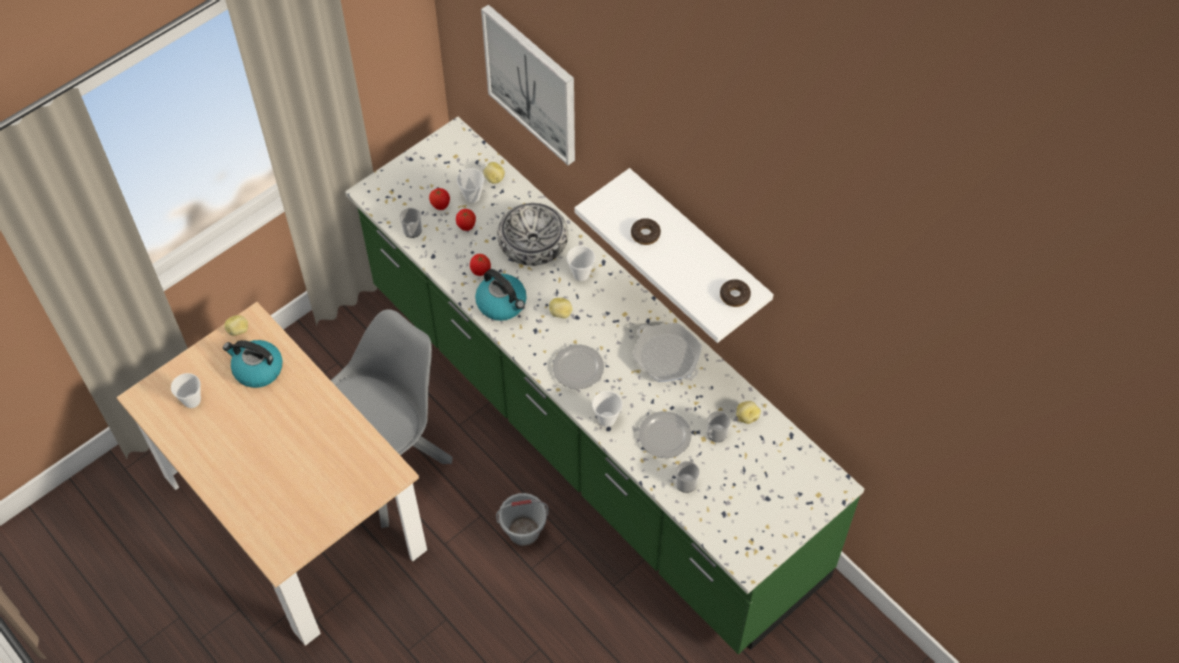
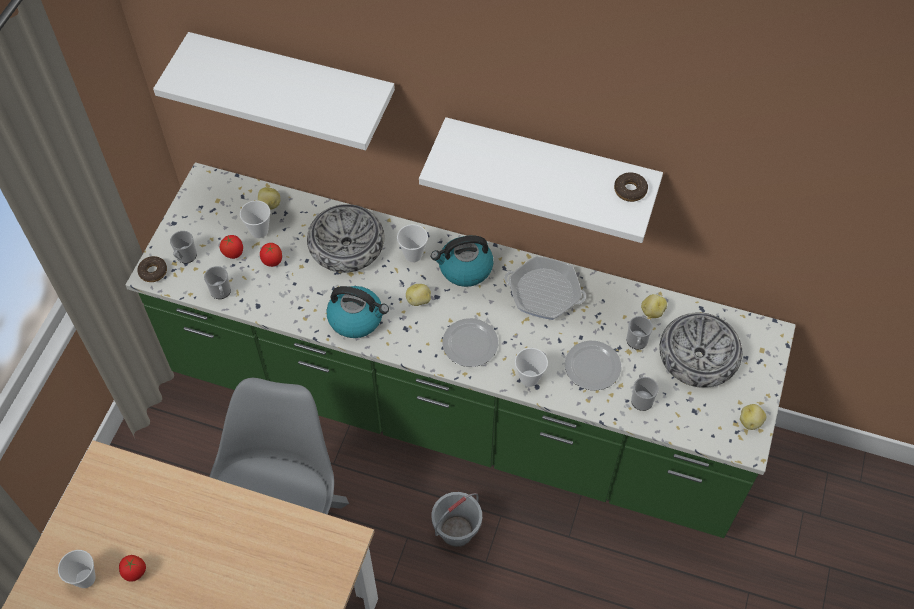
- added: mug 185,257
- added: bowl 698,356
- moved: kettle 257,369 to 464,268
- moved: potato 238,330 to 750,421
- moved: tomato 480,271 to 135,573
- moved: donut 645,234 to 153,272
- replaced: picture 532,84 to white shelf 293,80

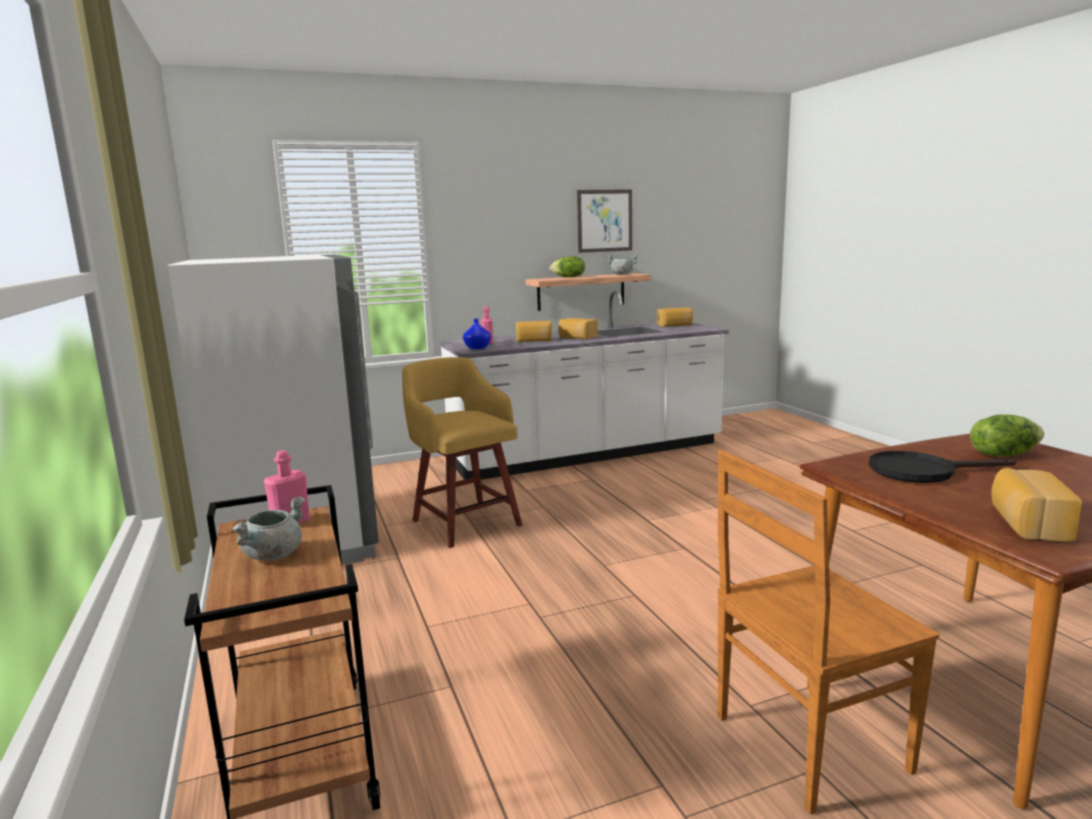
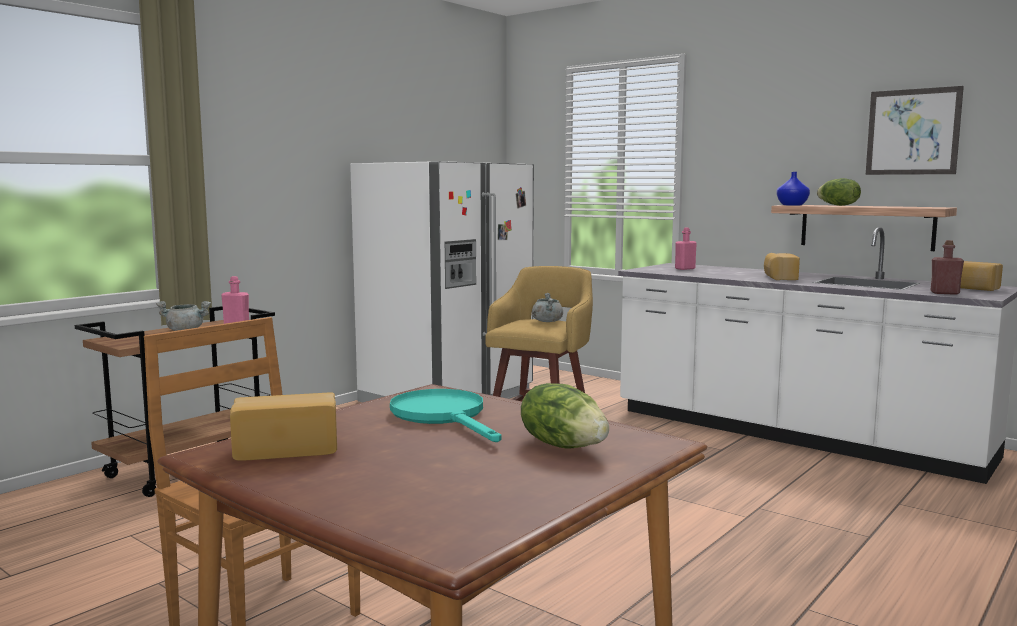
- removed: bread 534,340
- added: red bottle 944,293
- moved: blue vase 477,348 to 791,205
- moved: grey cooking pot 621,274 to 547,321
- recoloured: black frying pan 922,471 to turquoise frying pan 444,416

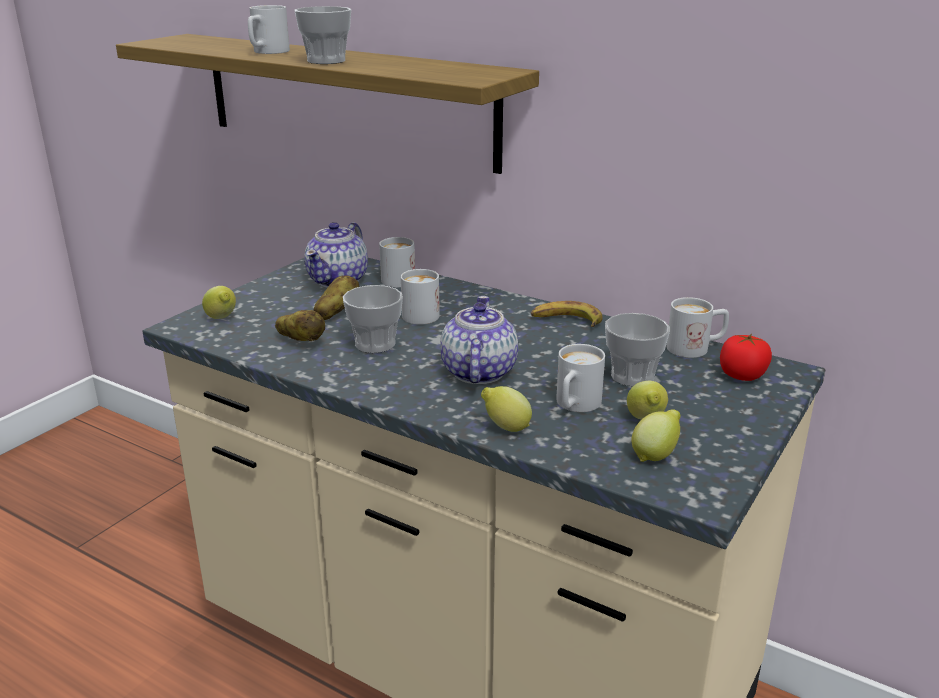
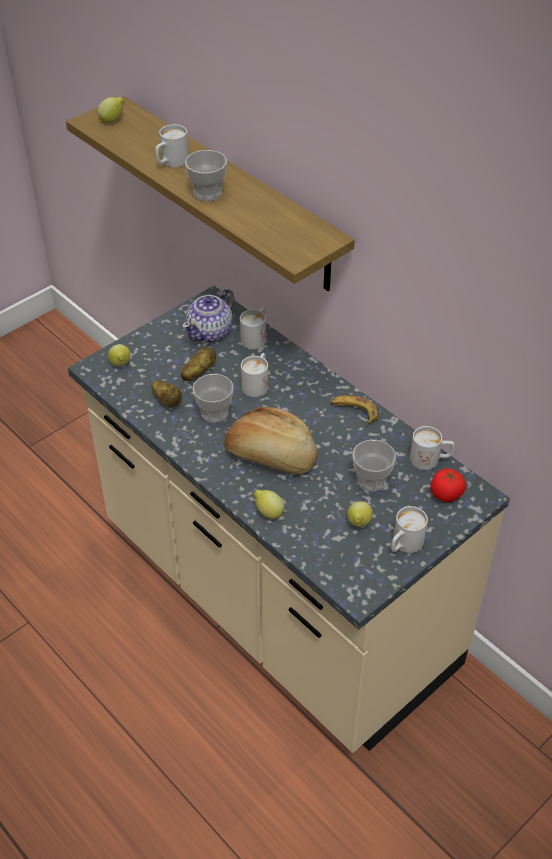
- moved: white mug 575,406 to 404,545
- moved: lemon 655,455 to 112,121
- replaced: teapot 477,372 to bread 271,456

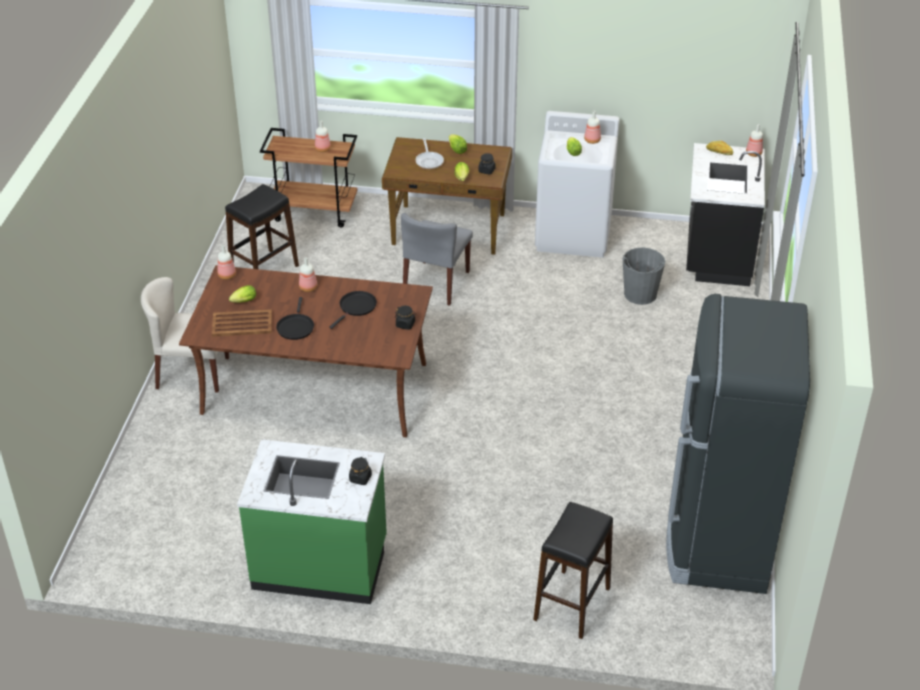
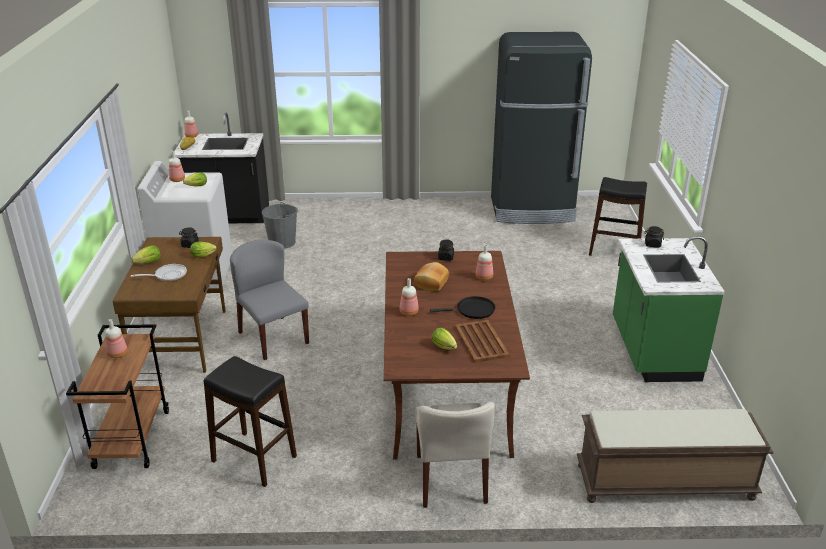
- added: brown bench 663,483
- moved: bottle 227,275 to 483,277
- replaced: black frying pan 356,307 to bread 430,283
- turned: grey chair 436,283 = 273,337 135 degrees counterclockwise

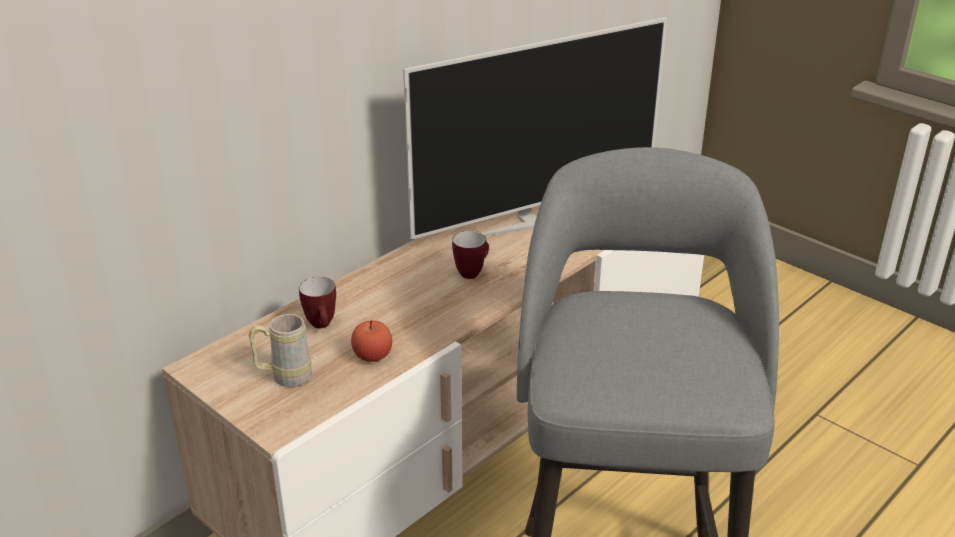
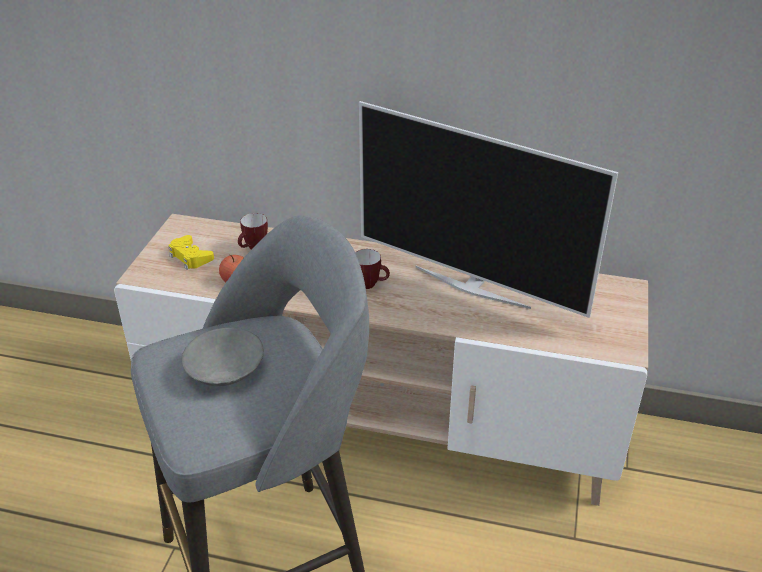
- added: grey bowl 224,370
- replaced: beige mug 284,377 to yellow game controller 190,257

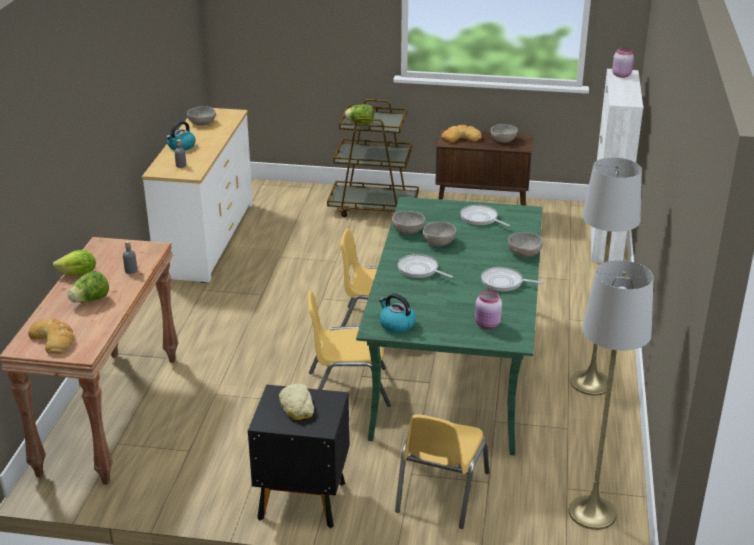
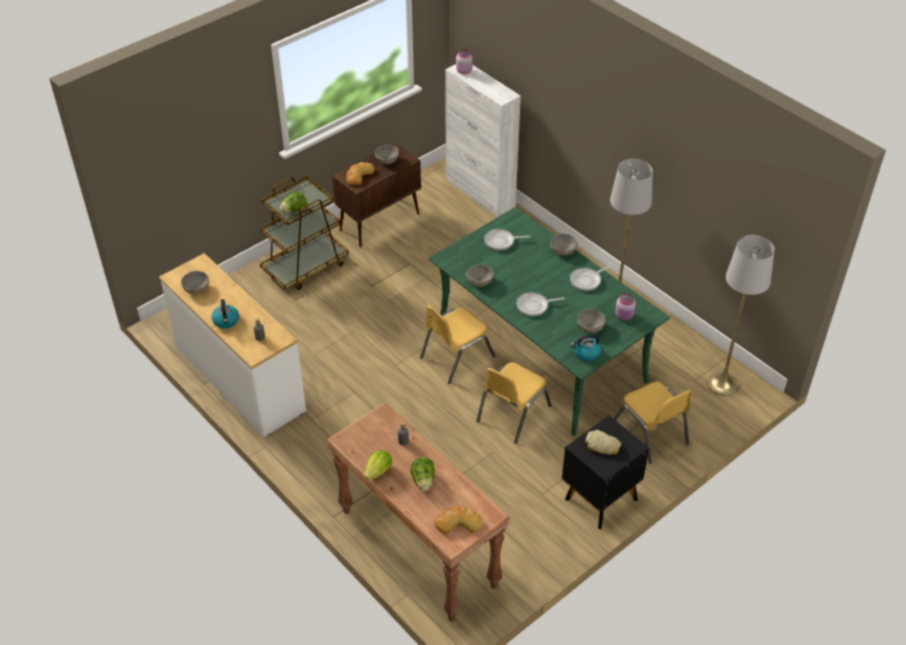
- moved: grey bowl 438,242 to 590,327

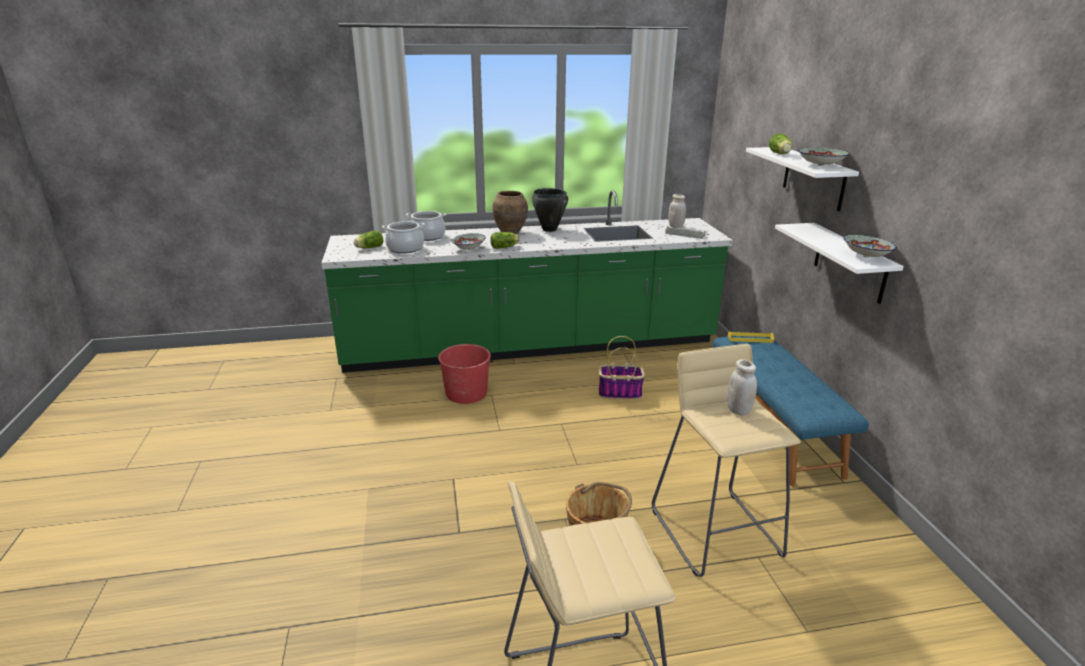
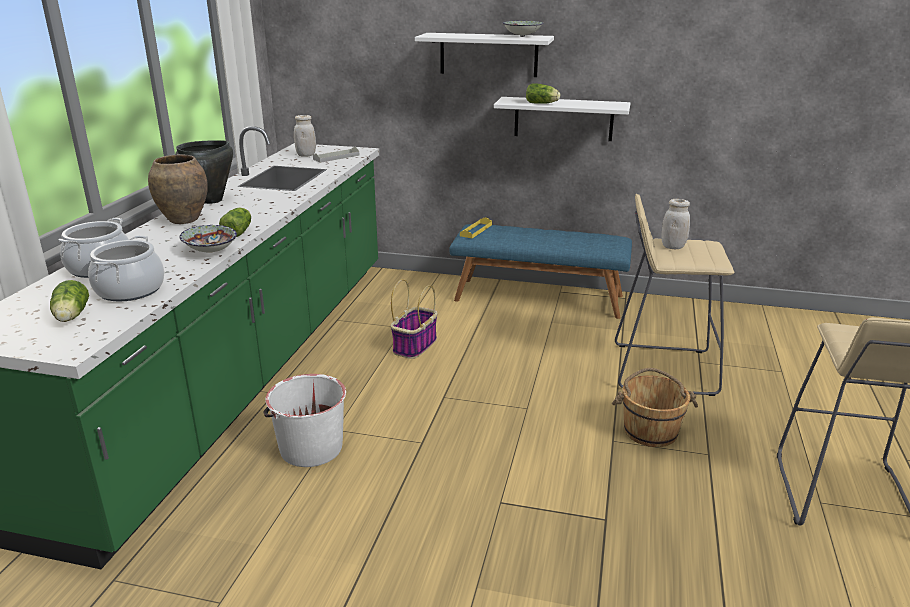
- removed: bowl 865,256
- moved: lettuce 780,154 to 542,103
- recoloured: red bucket 466,393 to white bucket 310,448

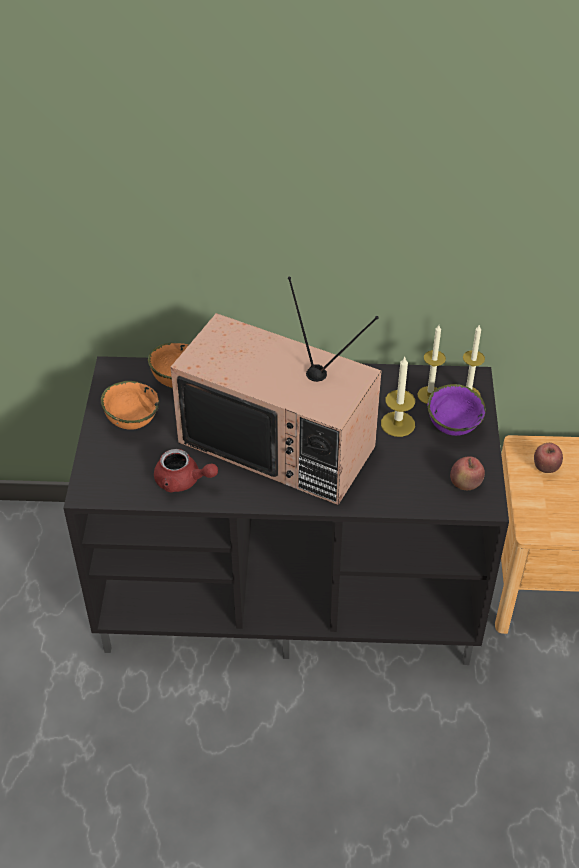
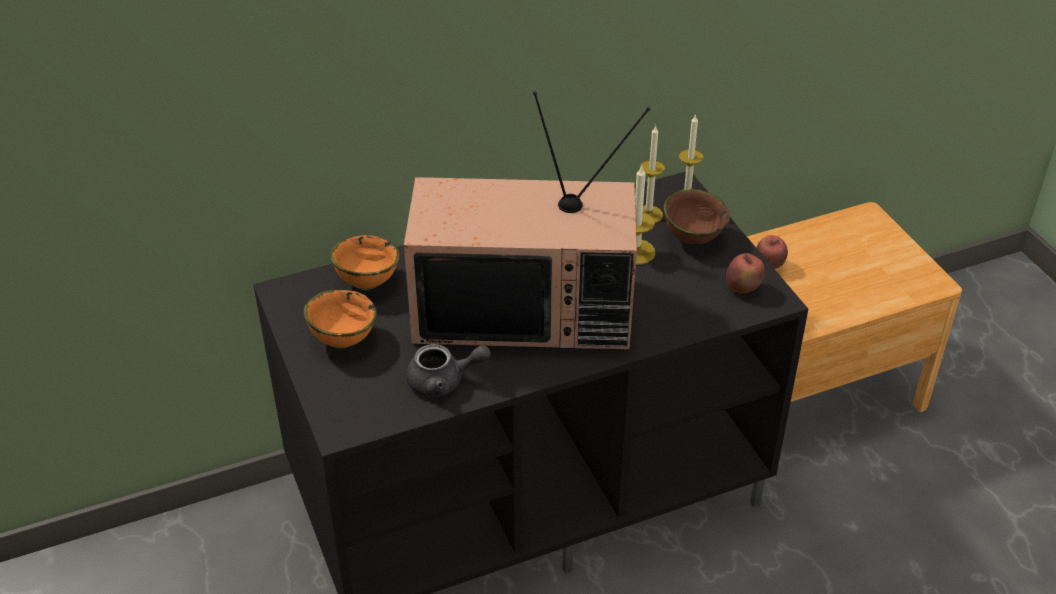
- recoloured: red teapot 183,481 to grey teapot 444,381
- recoloured: purple bowl 453,427 to brown bowl 693,237

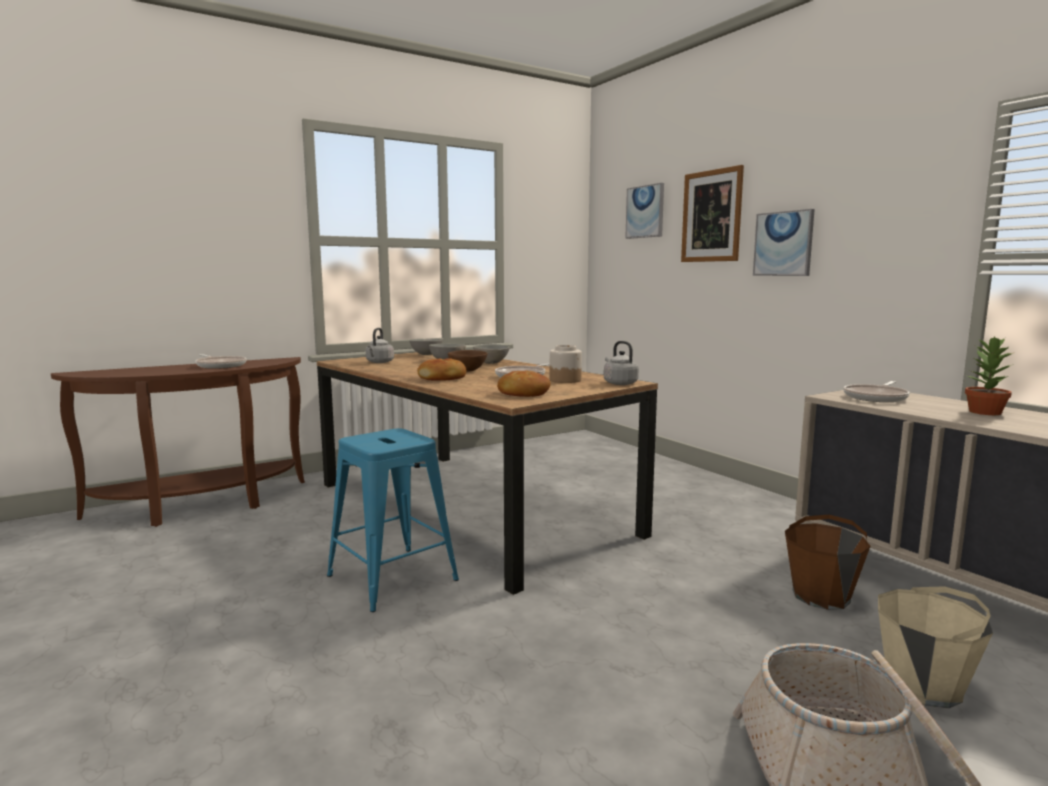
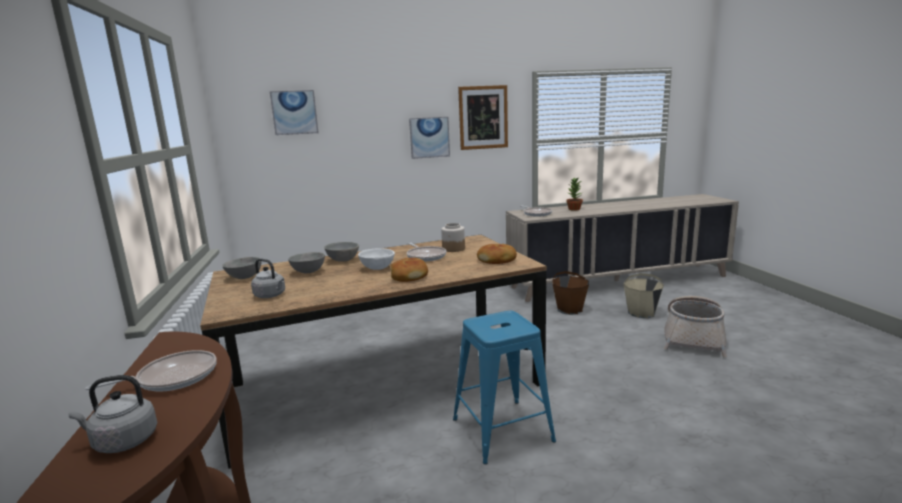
- moved: grey kettle 619,383 to 122,441
- moved: picture 711,216 to 483,117
- recoloured: brown bowl 468,371 to white bowl 377,268

